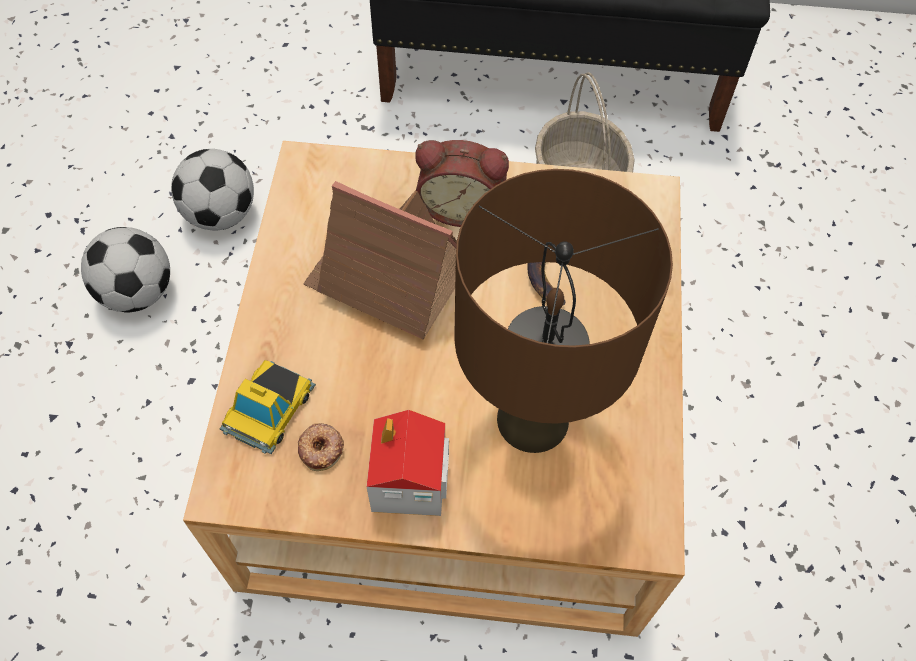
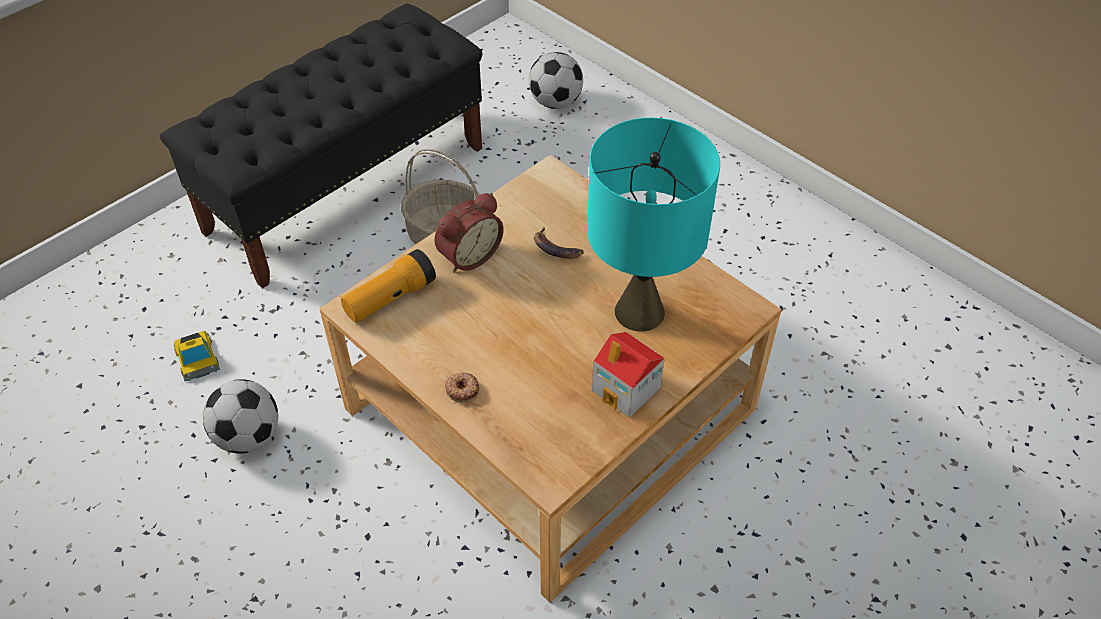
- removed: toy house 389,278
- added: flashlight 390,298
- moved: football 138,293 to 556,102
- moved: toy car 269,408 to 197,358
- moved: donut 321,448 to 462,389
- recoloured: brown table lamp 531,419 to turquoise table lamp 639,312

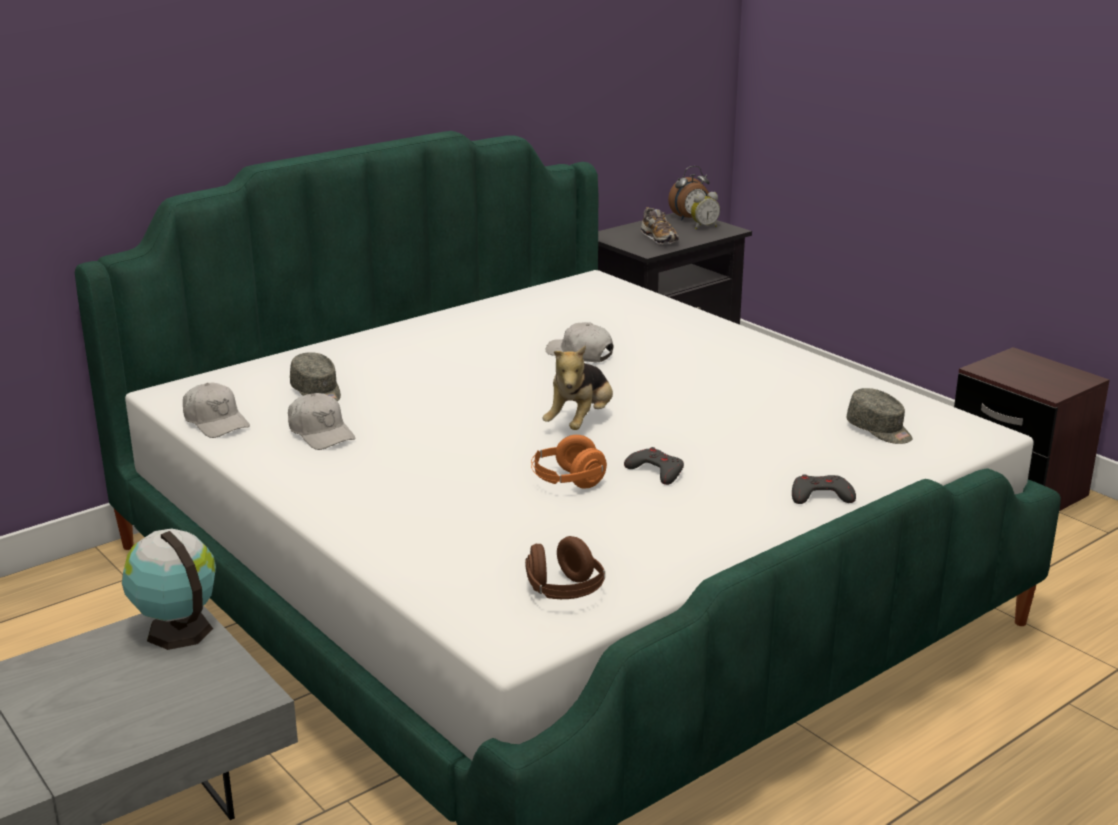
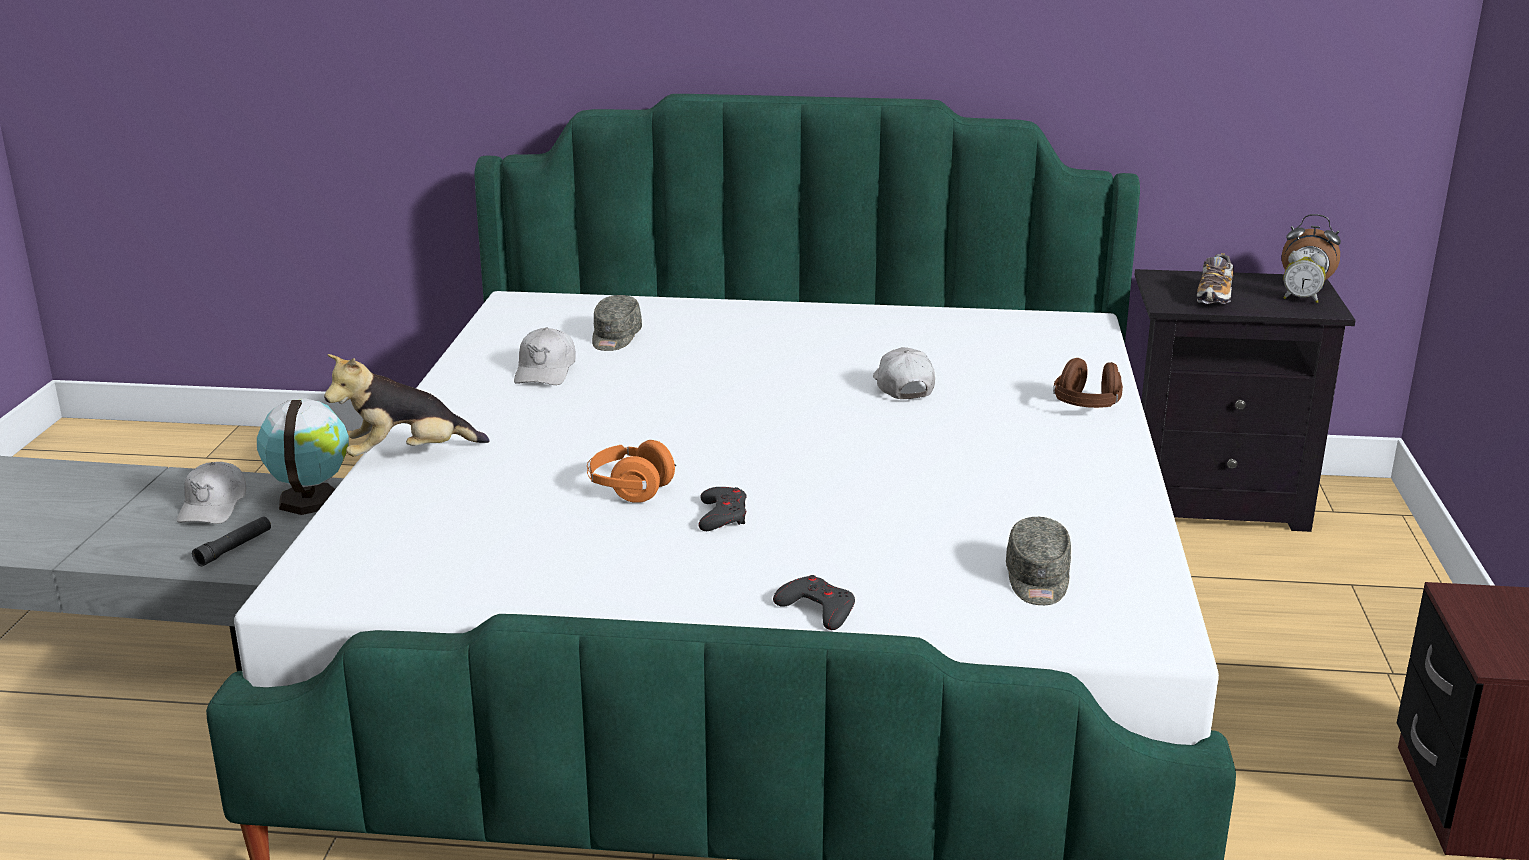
- added: black flashlight 234,548
- moved: white cap 216,422 to 214,506
- moved: brown headphones 564,592 to 1086,407
- moved: plush toy 580,422 to 407,455

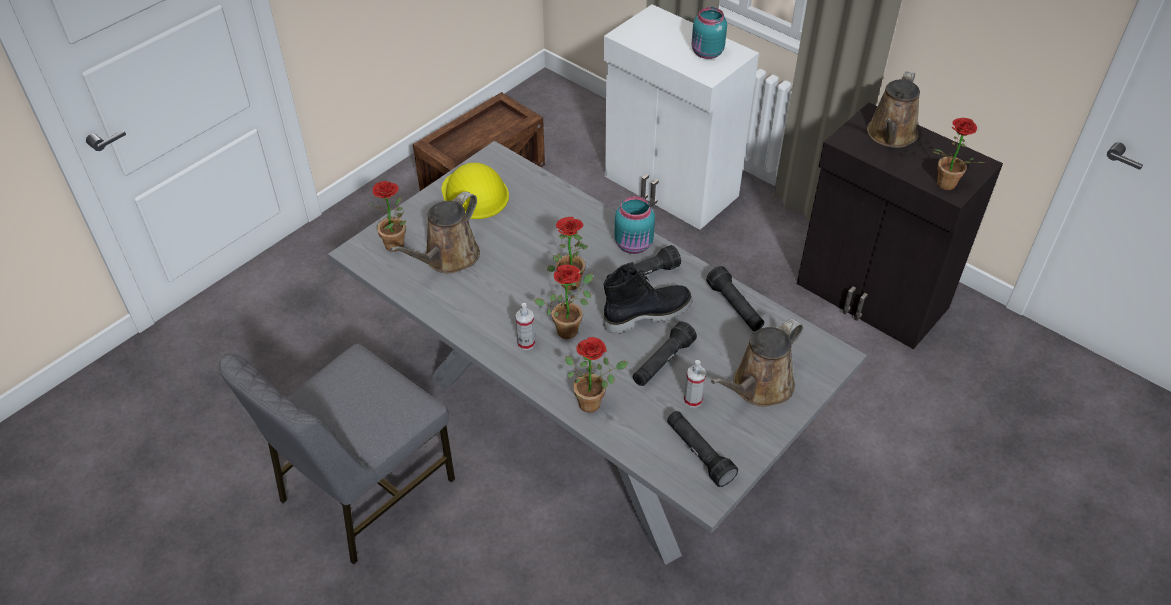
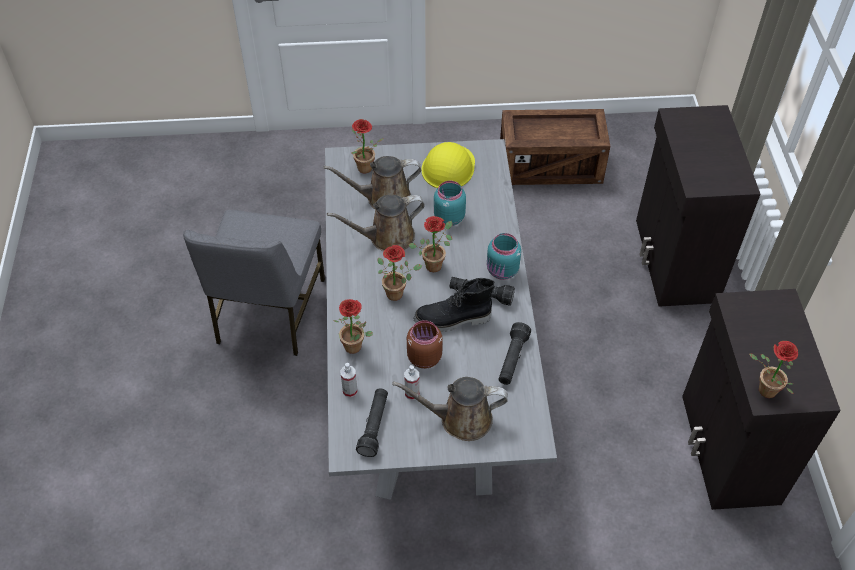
- moved: spray bottle 526,343 to 350,391
- moved: turquoise jar 706,53 to 448,218
- moved: brown watering can 891,135 to 387,237
- replaced: black flashlight 662,363 to brown jar 423,357
- recoloured: white cabinet 670,187 to black cabinet 674,261
- turned: grey chair 363,490 = 268,312 75 degrees counterclockwise
- turned: black boot 646,314 = 453,320 150 degrees clockwise

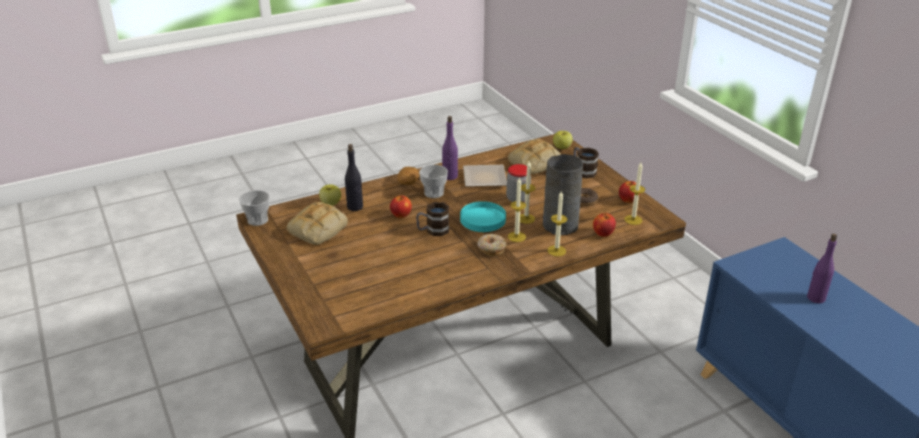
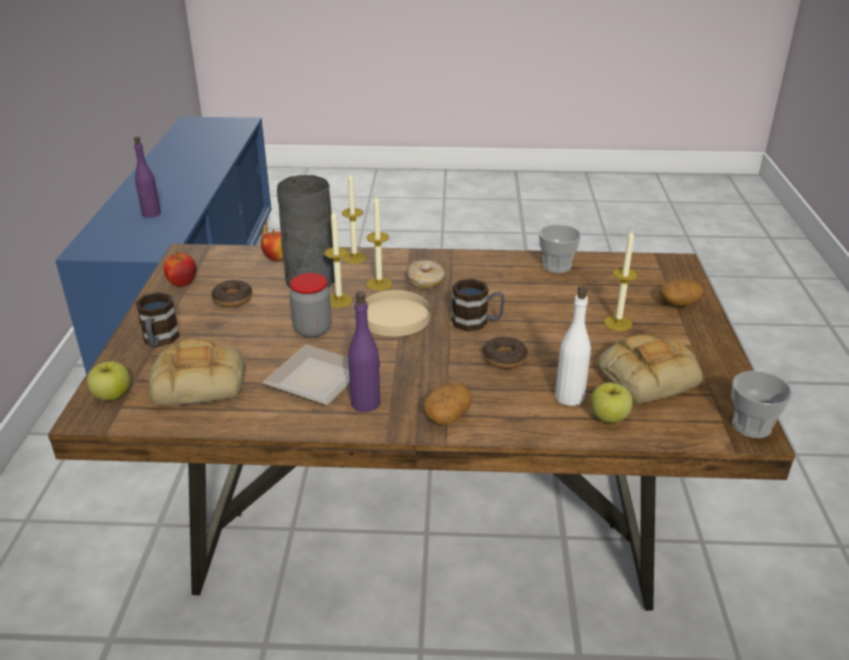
- added: potato 679,303
- moved: cup 434,193 to 556,266
- moved: candle 633,220 to 618,323
- replaced: apple 401,215 to donut 504,358
- recoloured: black bottle 355,207 to white bottle 569,397
- recoloured: turquoise plate 483,219 to beige plate 394,317

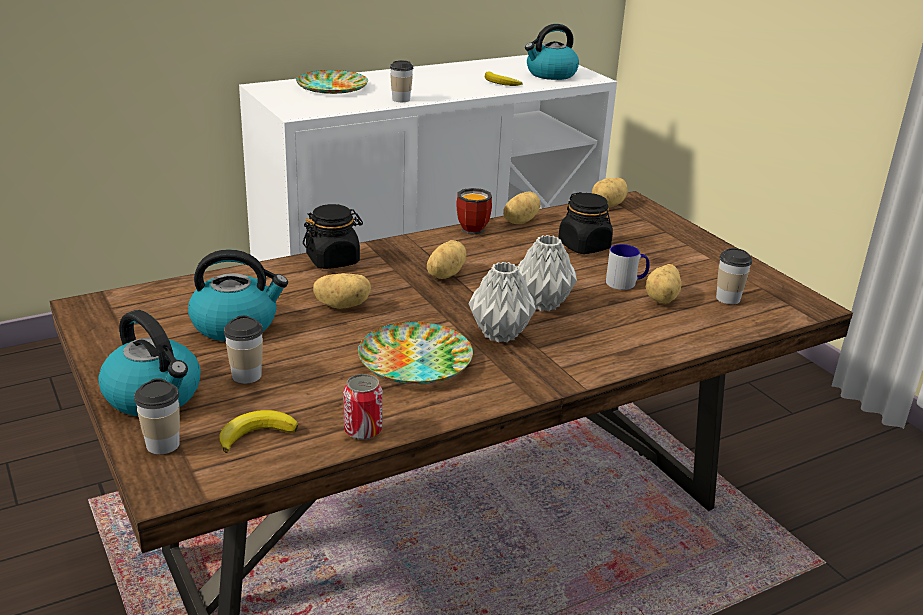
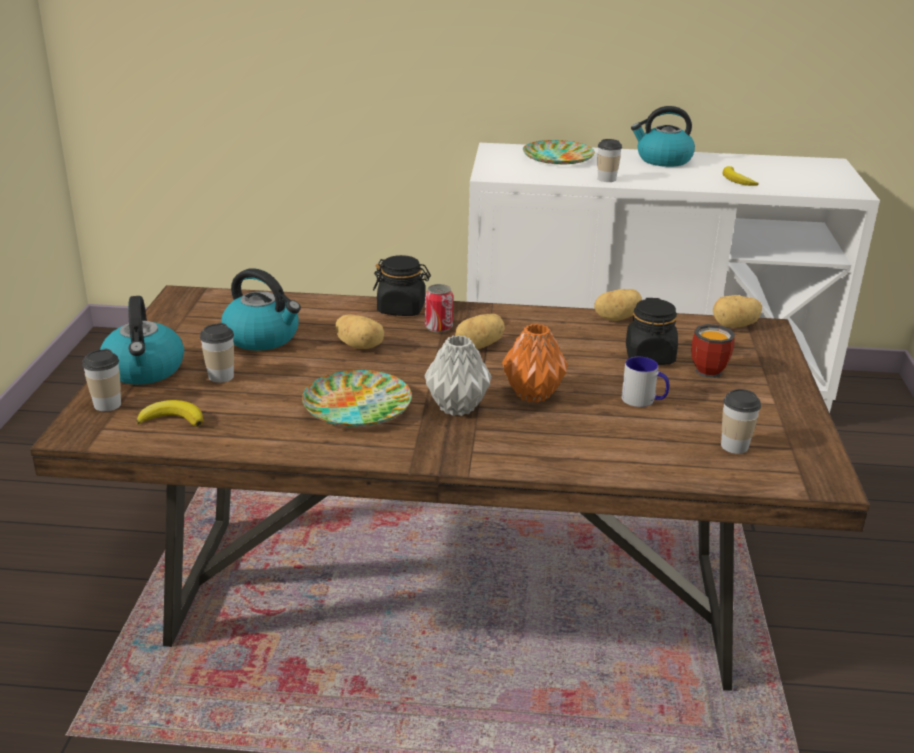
- removed: potato 663,299
- moved: can 363,430 to 438,327
- moved: mug 472,227 to 710,369
- moved: kettle 550,74 to 663,160
- recoloured: grey vase 542,304 to orange vase 531,395

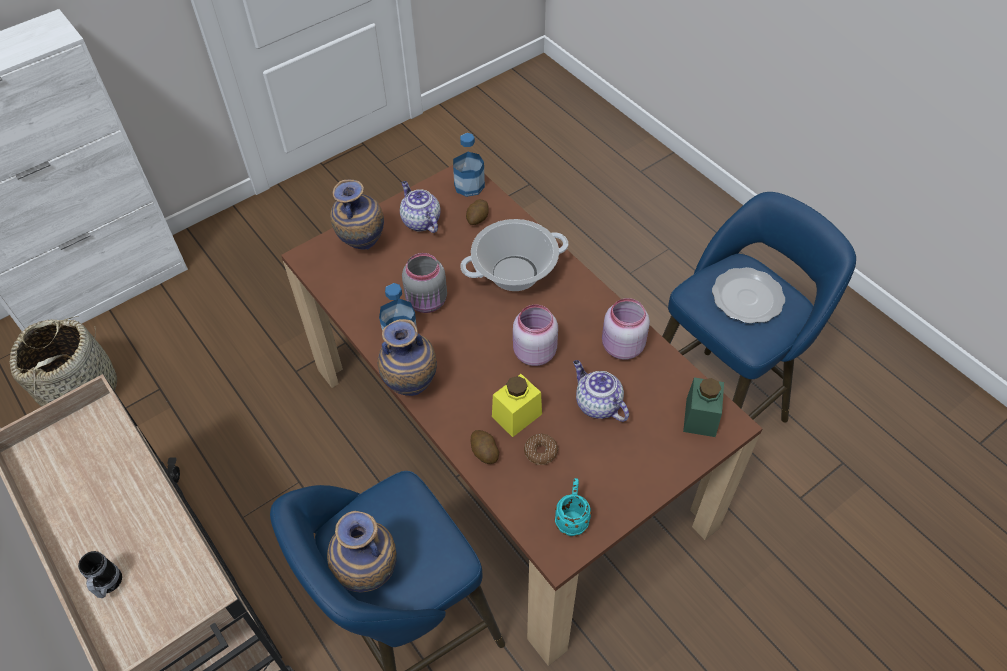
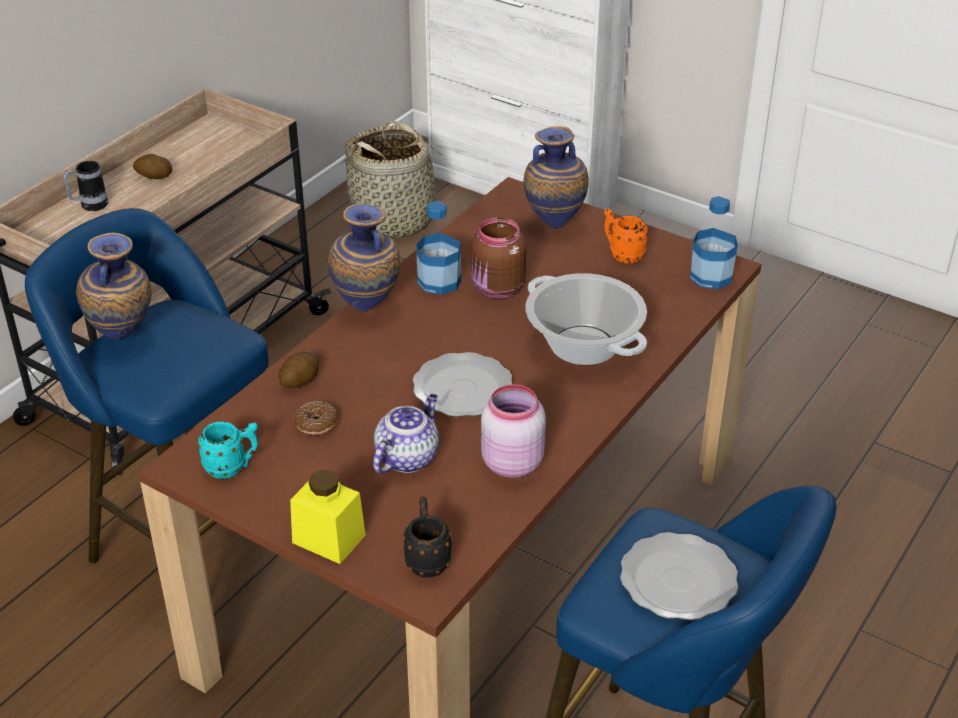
- moved: potato 477,219 to 154,176
- moved: yellow jar 517,415 to 329,539
- replaced: teapot 420,221 to orange mug 622,254
- replaced: pink jar 533,353 to plate 462,387
- replaced: green jar 700,417 to black mug 427,559
- recoloured: grey jar 427,302 to brown jar 497,289

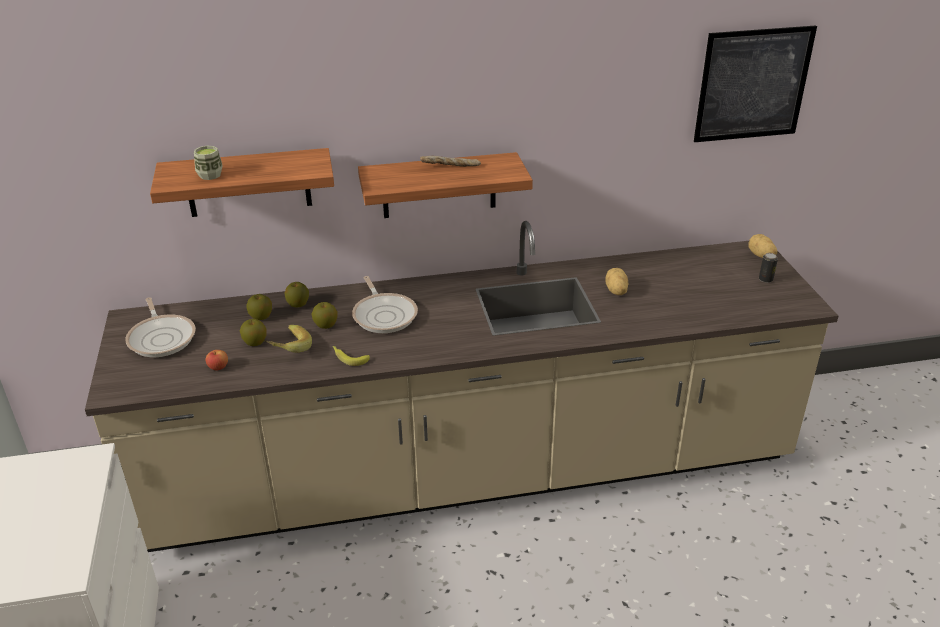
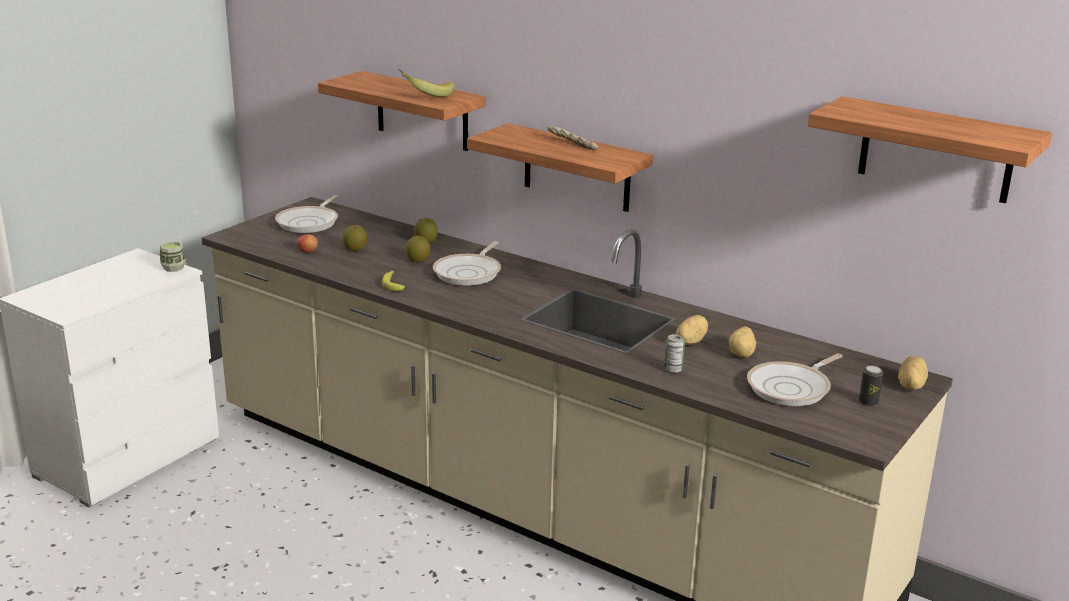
- removed: apple 261,317
- added: can 673,369
- added: potato 742,354
- added: frying pan 792,388
- moved: cup 210,175 to 173,268
- moved: banana 287,349 to 426,95
- replaced: picture 753,84 to shelf 936,150

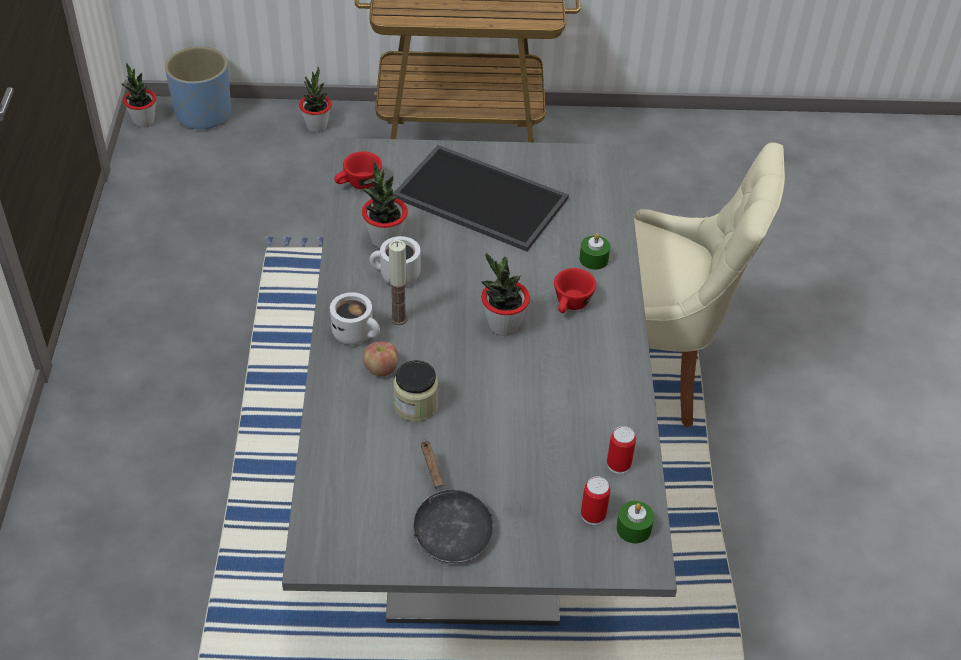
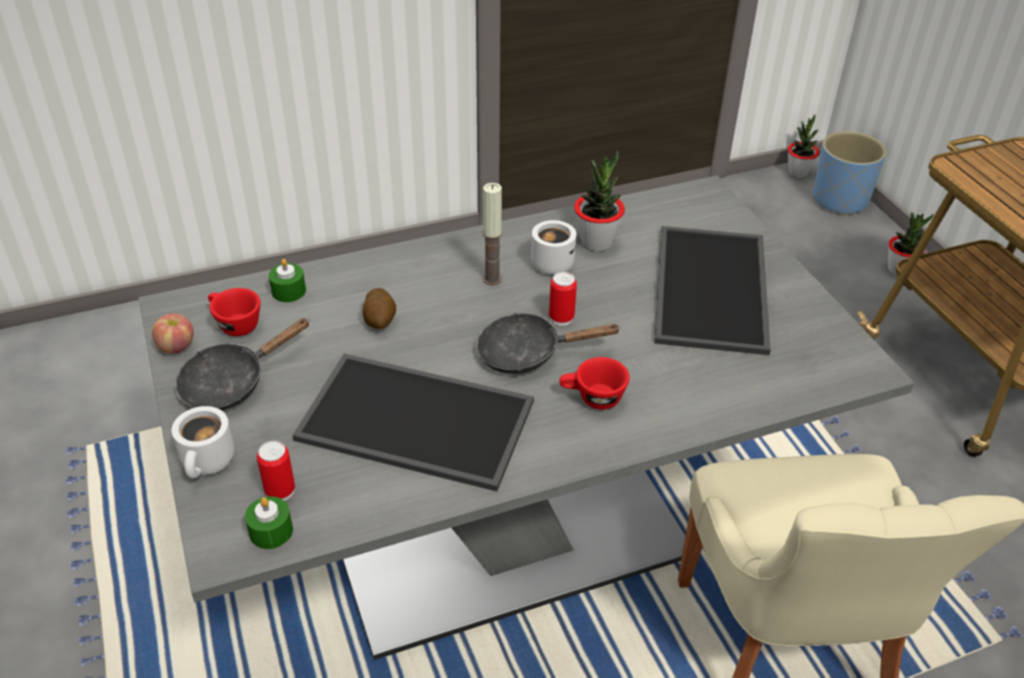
- added: tray 412,422
- moved: white mug 357,333 to 209,463
- moved: red cup 358,184 to 234,324
- moved: apple 381,369 to 176,347
- moved: green candle 593,259 to 288,291
- moved: can 618,464 to 561,317
- replaced: jar 416,405 to potato 380,320
- replaced: potted plant 503,325 to black frying pan 527,353

